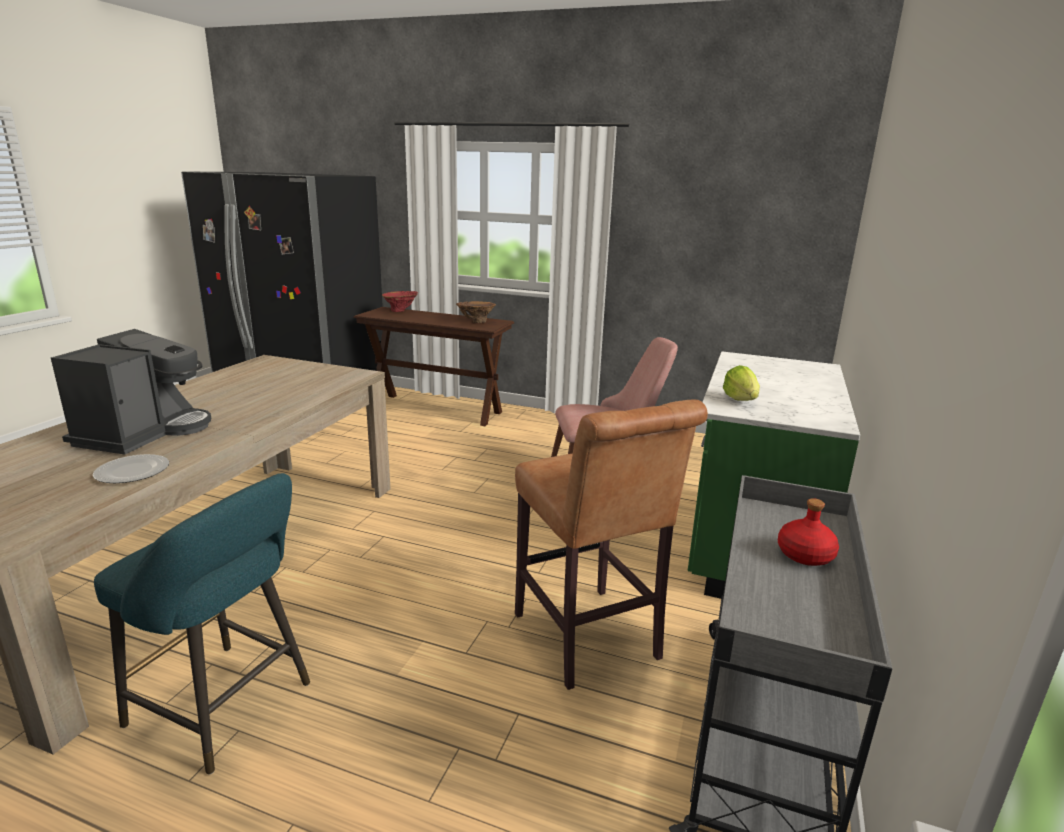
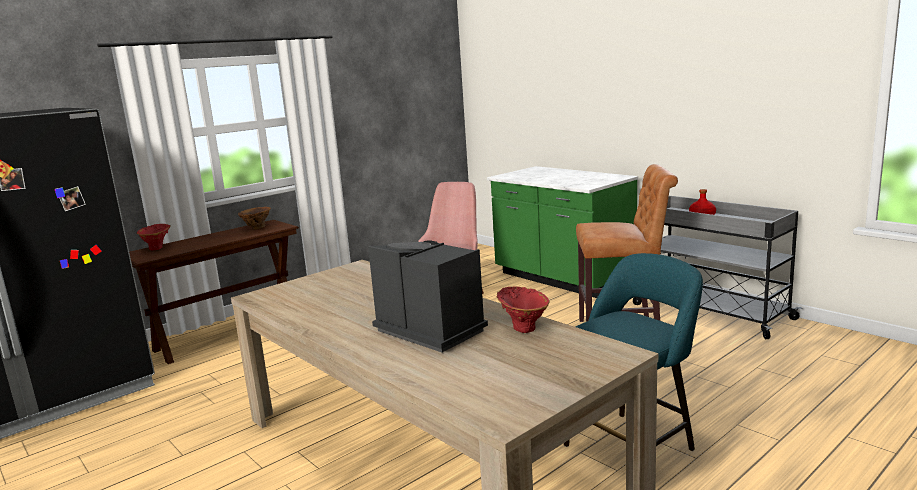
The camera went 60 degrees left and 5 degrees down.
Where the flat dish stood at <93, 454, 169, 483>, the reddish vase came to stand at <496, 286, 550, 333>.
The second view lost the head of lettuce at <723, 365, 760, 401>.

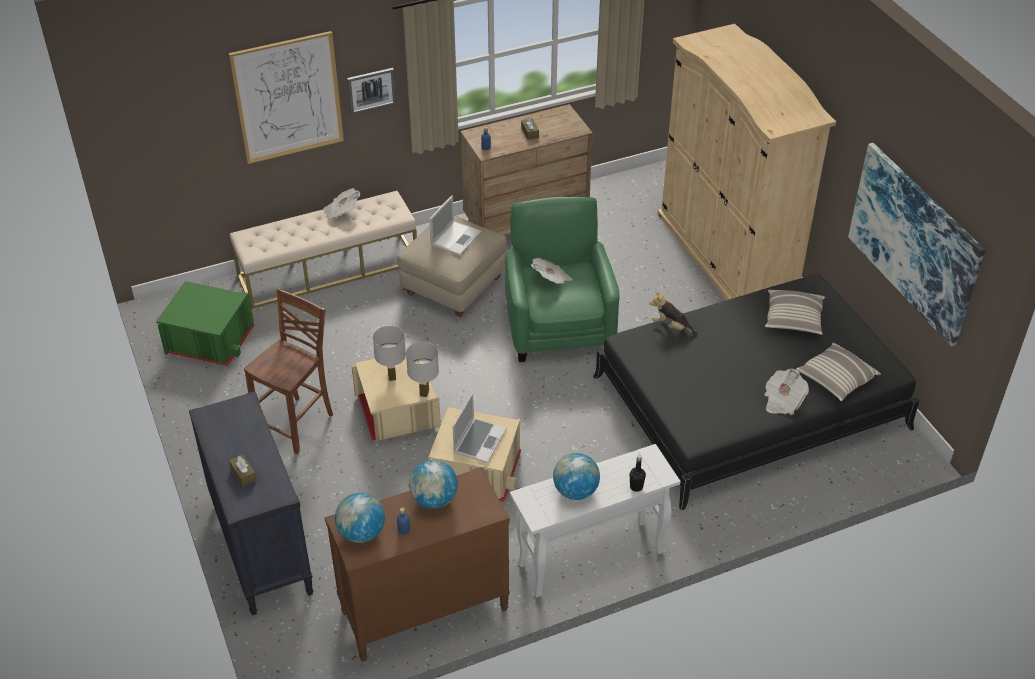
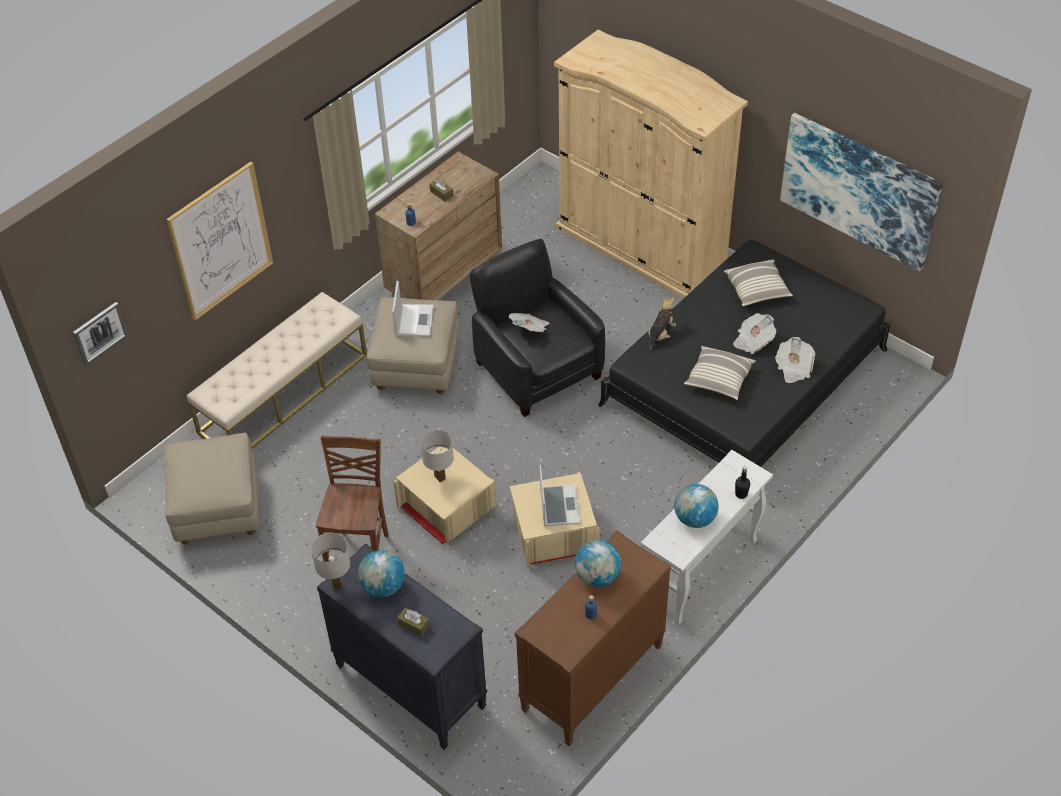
The camera went 25 degrees left and 5 degrees up.
The picture ended up elsewhere, having gone from <347, 68, 396, 115> to <73, 302, 128, 366>.
Where the green storage container stood at <156, 281, 254, 366>, the sand-coloured ottoman came to stand at <164, 433, 259, 544>.
The white-coloured table lamp ended up elsewhere, having gone from <406, 342, 439, 397> to <311, 533, 350, 590>.
The globe ended up elsewhere, having gone from <335, 493, 385, 543> to <358, 550, 405, 597>.
What was the green easy chair at <505, 197, 620, 362> turned into the black easy chair at <470, 239, 605, 417>.
The plush toy at <649, 291, 698, 335> ended up facing another way, 120 degrees clockwise from before.
The pillow ended up elsewhere, having gone from <796, 343, 881, 401> to <684, 346, 756, 400>.
The newspaper ended up elsewhere, having gone from <323, 188, 360, 220> to <733, 313, 776, 354>.

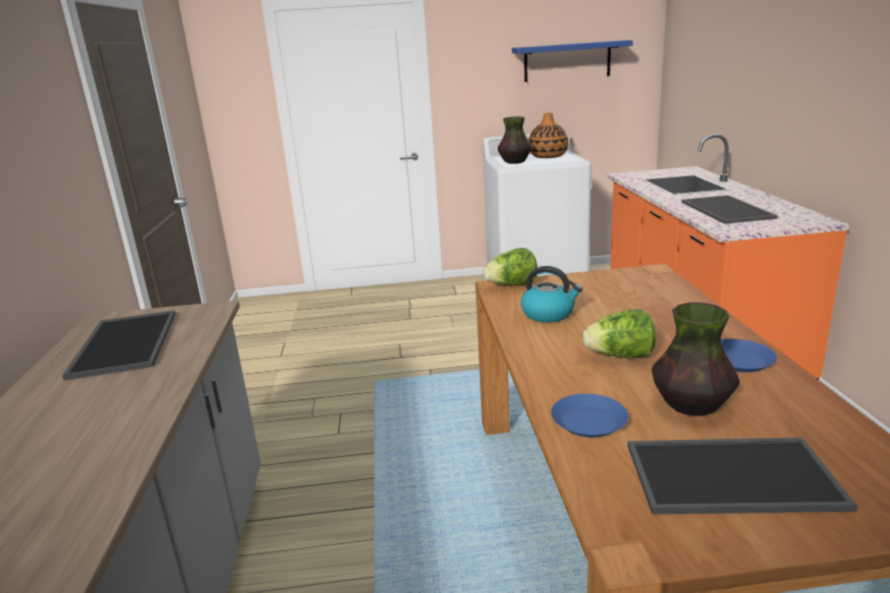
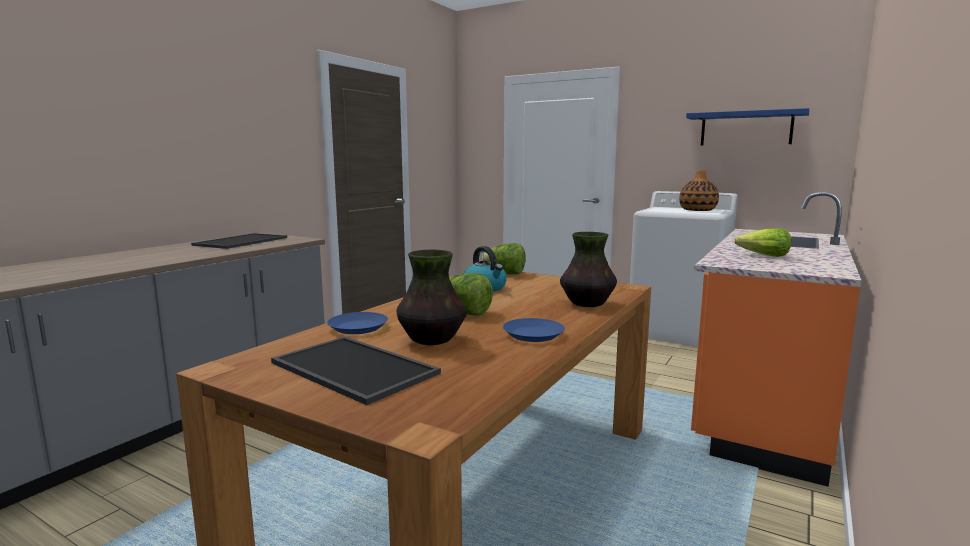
The camera went 35 degrees right and 10 degrees down.
The vase ended up elsewhere, having gone from <498, 117, 532, 164> to <560, 232, 617, 307>.
Where the carrying tray stood at <681, 195, 778, 224>, the head of lettuce came to stand at <734, 228, 791, 257>.

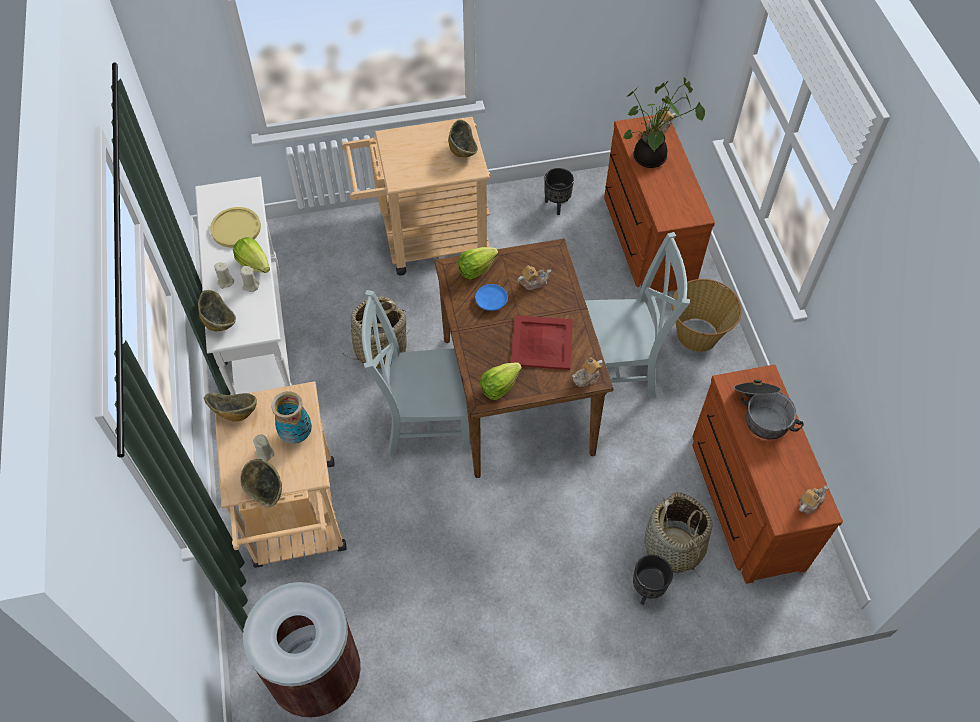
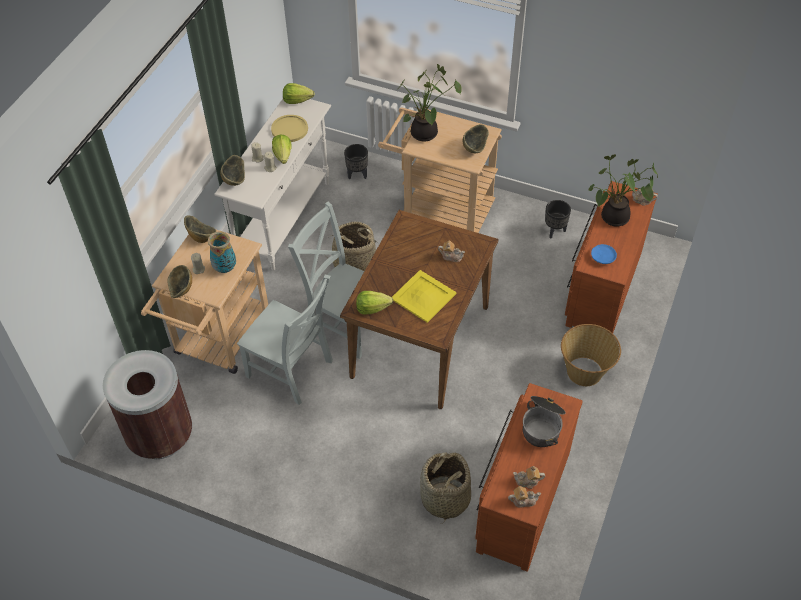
The camera went 35 degrees right and 5 degrees down.
The greyish plain chair ended up elsewhere, having gone from <578, 232, 690, 401> to <237, 275, 333, 405>.
The head of lettuce ended up elsewhere, having gone from <458, 247, 498, 280> to <283, 83, 315, 104>.
The black plant pot ended up elsewhere, having gone from <633, 555, 673, 605> to <344, 144, 368, 179>.
What was the reddish carrying tray at <510, 315, 573, 370> turned into the yellow carrying tray at <392, 270, 457, 323>.
The second view gained the plant in a pot at <398, 64, 462, 142>.
The tea pot ended up elsewhere, having gone from <572, 357, 603, 387> to <513, 466, 545, 489>.
The blue flat dish ended up elsewhere, having gone from <475, 284, 508, 311> to <591, 244, 617, 264>.

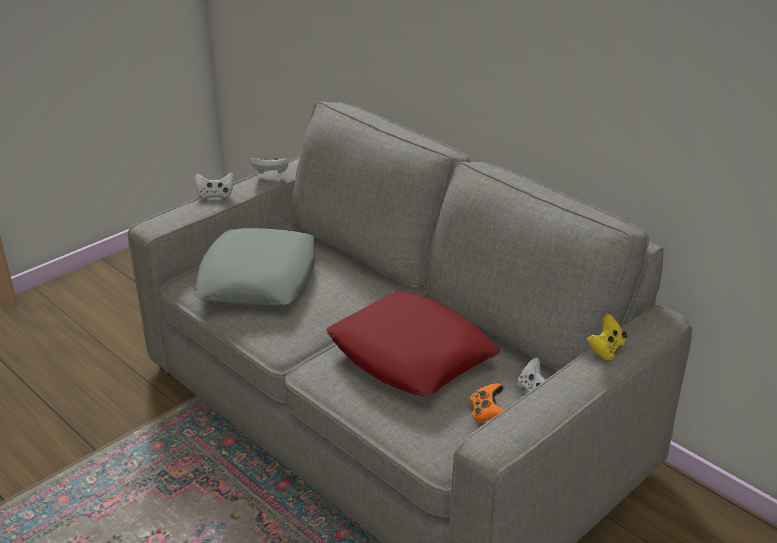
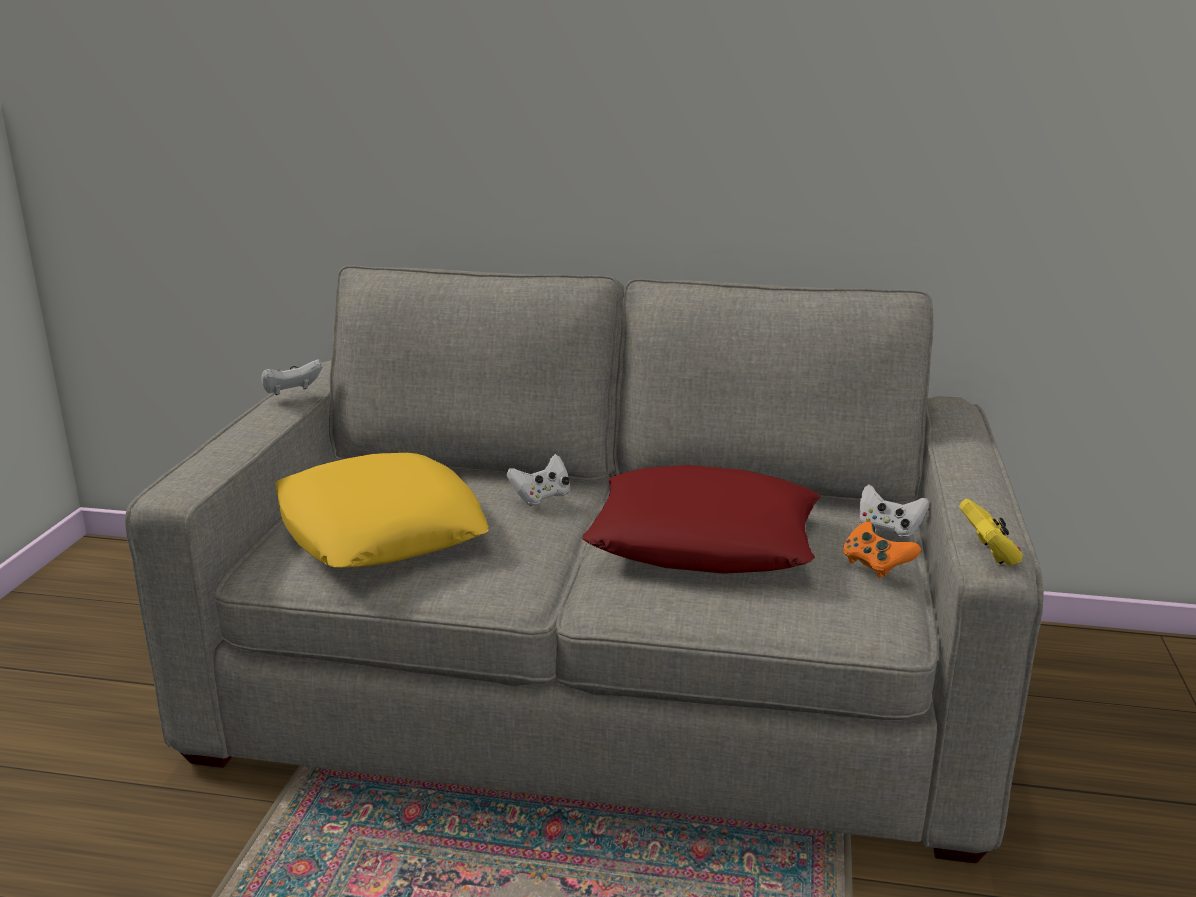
The camera went 35 degrees left and 10 degrees down.
What was the greyish pillow at <194, 228, 315, 305> turned into the yellow pillow at <275, 453, 489, 568>.
The white-coloured joypad ended up elsewhere, having gone from <195, 172, 234, 199> to <507, 454, 570, 506>.
The yellow joypad ended up elsewhere, having gone from <587, 314, 627, 360> to <959, 499, 1023, 566>.

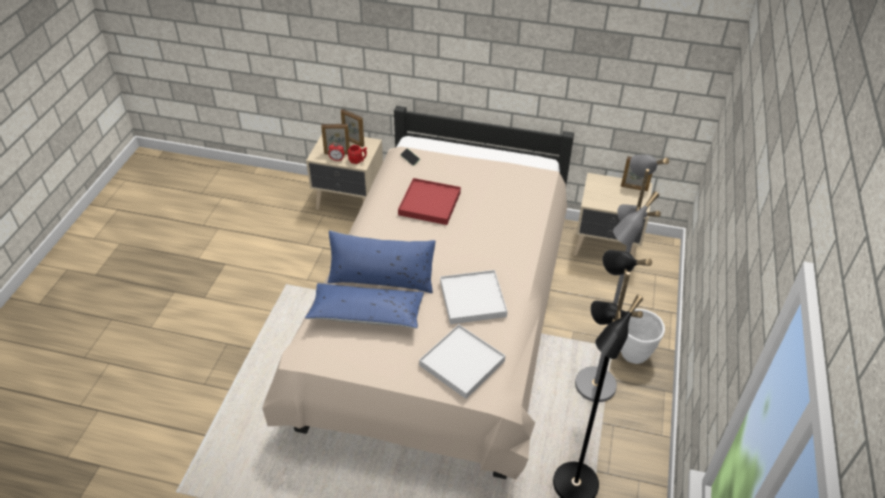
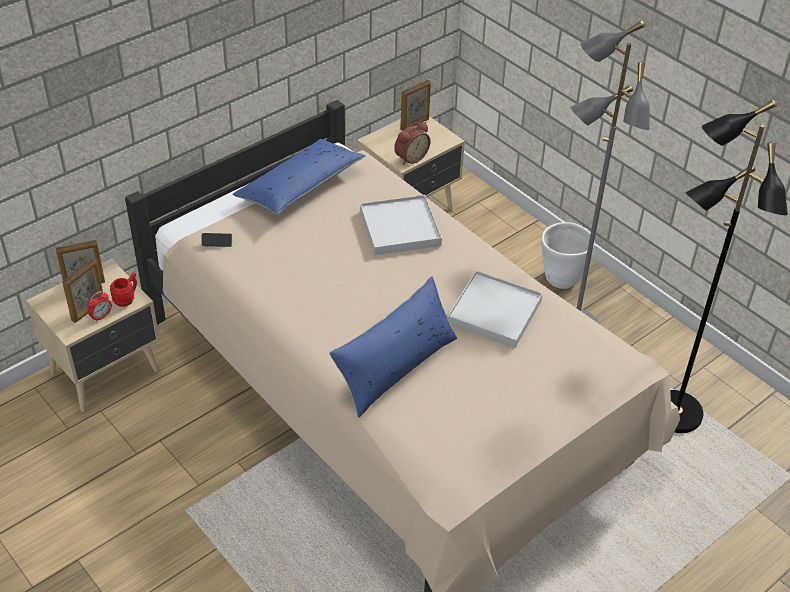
The camera went 55 degrees left and 0 degrees up.
The blue pillow ended up elsewhere, having gone from <305, 283, 424, 328> to <232, 139, 366, 214>.
The white-coloured carrying tray ended up elsewhere, having gone from <419, 324, 506, 399> to <360, 195, 442, 255>.
The second view gained the alarm clock at <394, 122, 430, 165>.
The second view lost the reddish carrying tray at <398, 178, 461, 225>.

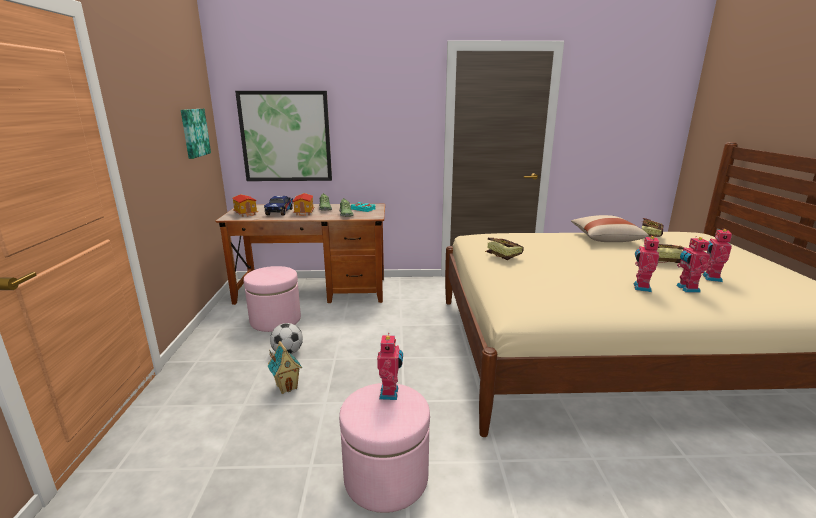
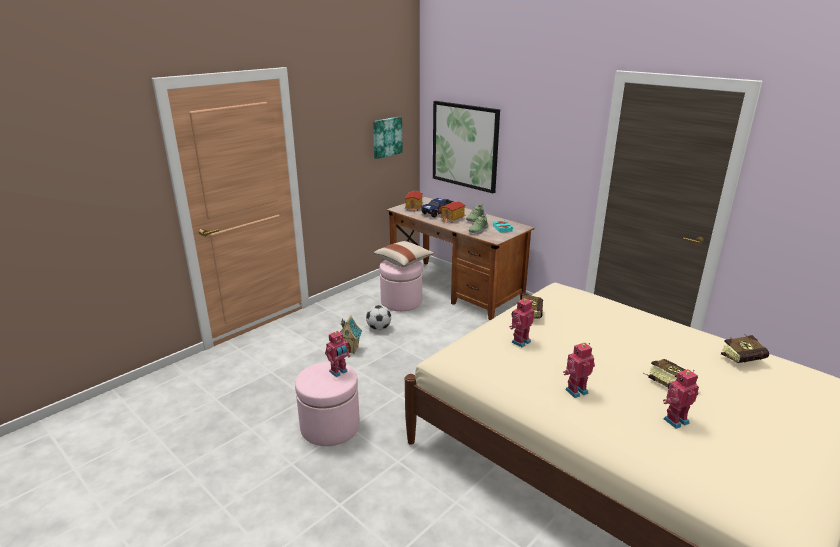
The camera went 45 degrees right and 5 degrees up.
The sand-coloured pillow ended up elsewhere, having gone from <571, 215, 649, 242> to <374, 241, 435, 267>.
The toy robot ended up elsewhere, having gone from <677, 236, 710, 293> to <510, 298, 534, 347>.

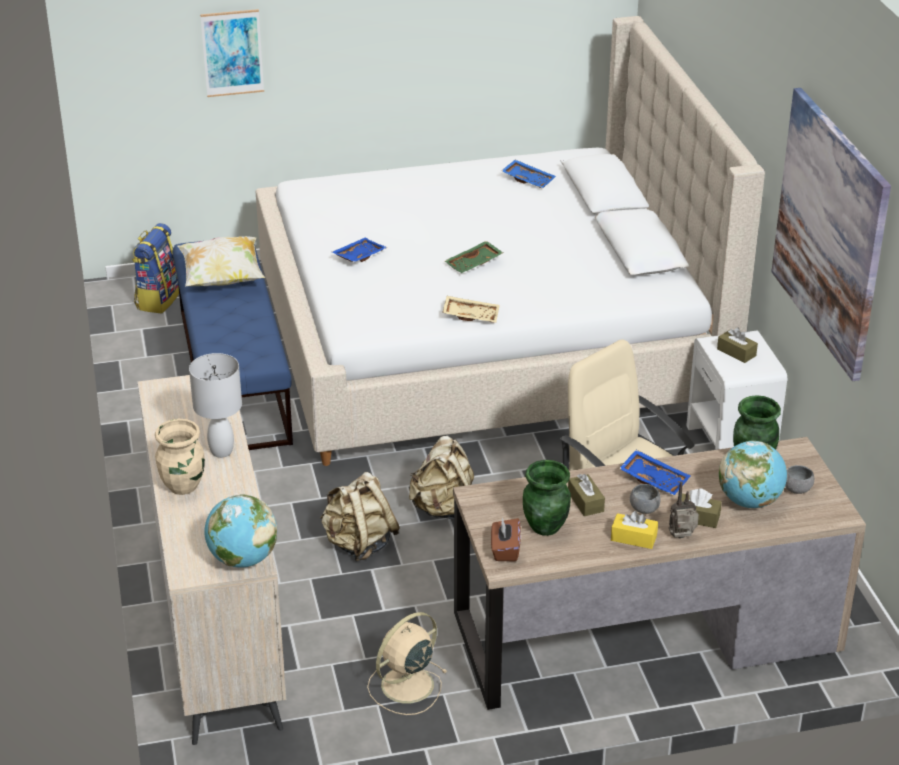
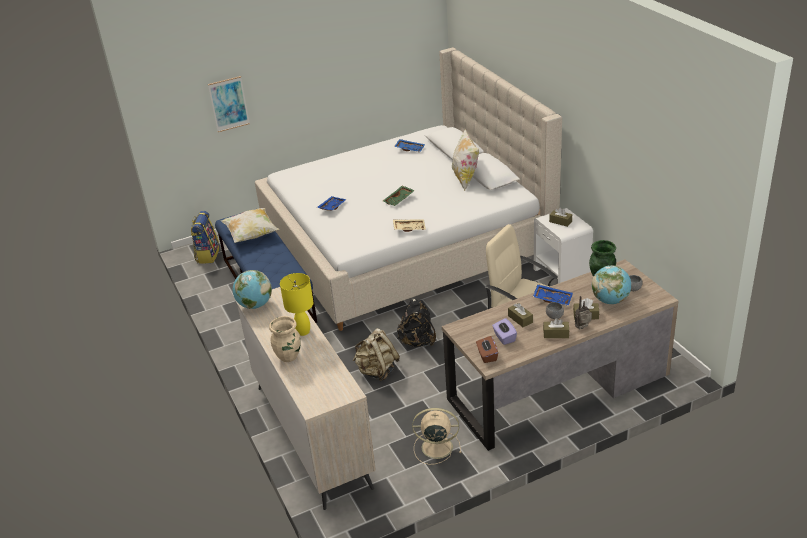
The camera went 10 degrees left and 0 degrees up.
The globe ended up elsewhere, having gone from <204, 494, 277, 568> to <233, 270, 272, 309>.
What was the white-coloured table lamp at <189, 353, 242, 458> turned into the yellow table lamp at <280, 273, 314, 336>.
What was the sand-coloured backpack at <409, 436, 474, 520> turned into the black backpack at <397, 299, 436, 347>.
The sand-coloured cooling fan at <367, 612, 447, 715> ended up facing another way, 60 degrees clockwise from before.
The second view gained the pillow at <452, 129, 479, 191>.
Where the green vase stood at <523, 460, 571, 536>, the purple-coloured tissue box came to stand at <492, 318, 517, 345>.
What was the yellow tissue box at <611, 511, 658, 549> turned into the brown tissue box at <543, 318, 569, 338>.
The second view lost the picture at <771, 88, 891, 381>.

